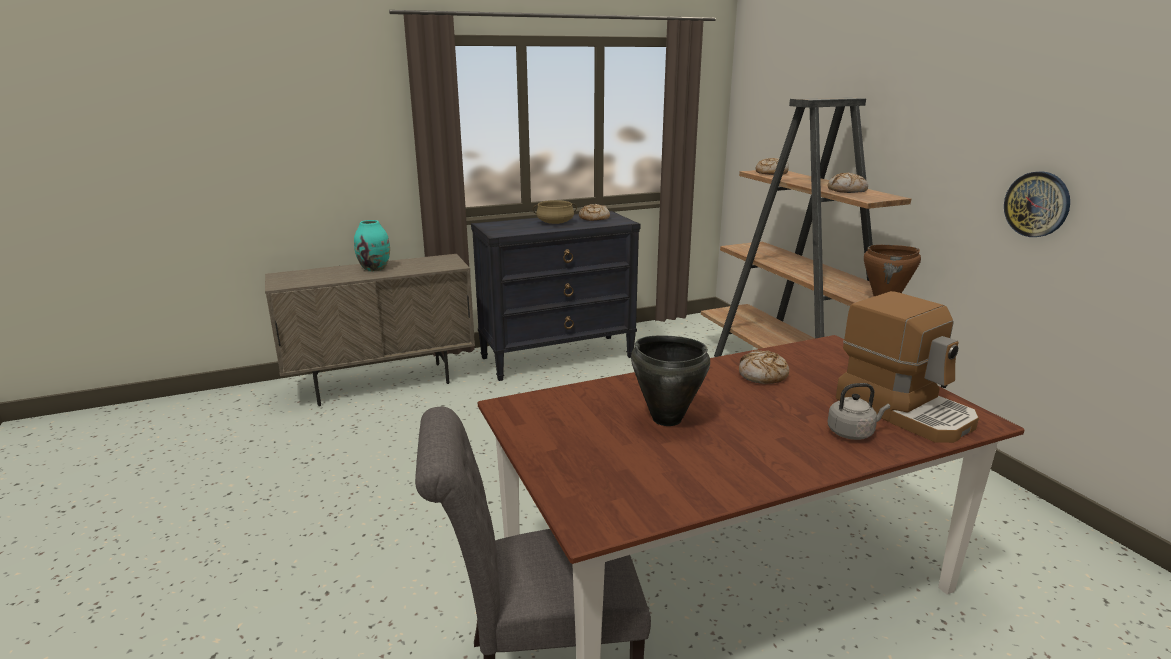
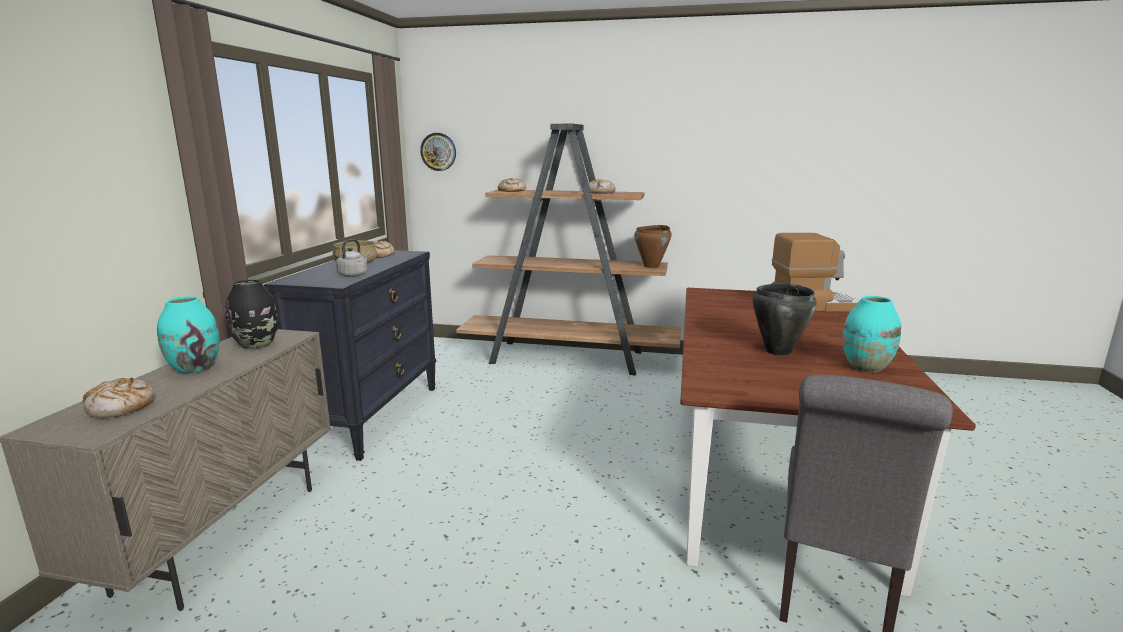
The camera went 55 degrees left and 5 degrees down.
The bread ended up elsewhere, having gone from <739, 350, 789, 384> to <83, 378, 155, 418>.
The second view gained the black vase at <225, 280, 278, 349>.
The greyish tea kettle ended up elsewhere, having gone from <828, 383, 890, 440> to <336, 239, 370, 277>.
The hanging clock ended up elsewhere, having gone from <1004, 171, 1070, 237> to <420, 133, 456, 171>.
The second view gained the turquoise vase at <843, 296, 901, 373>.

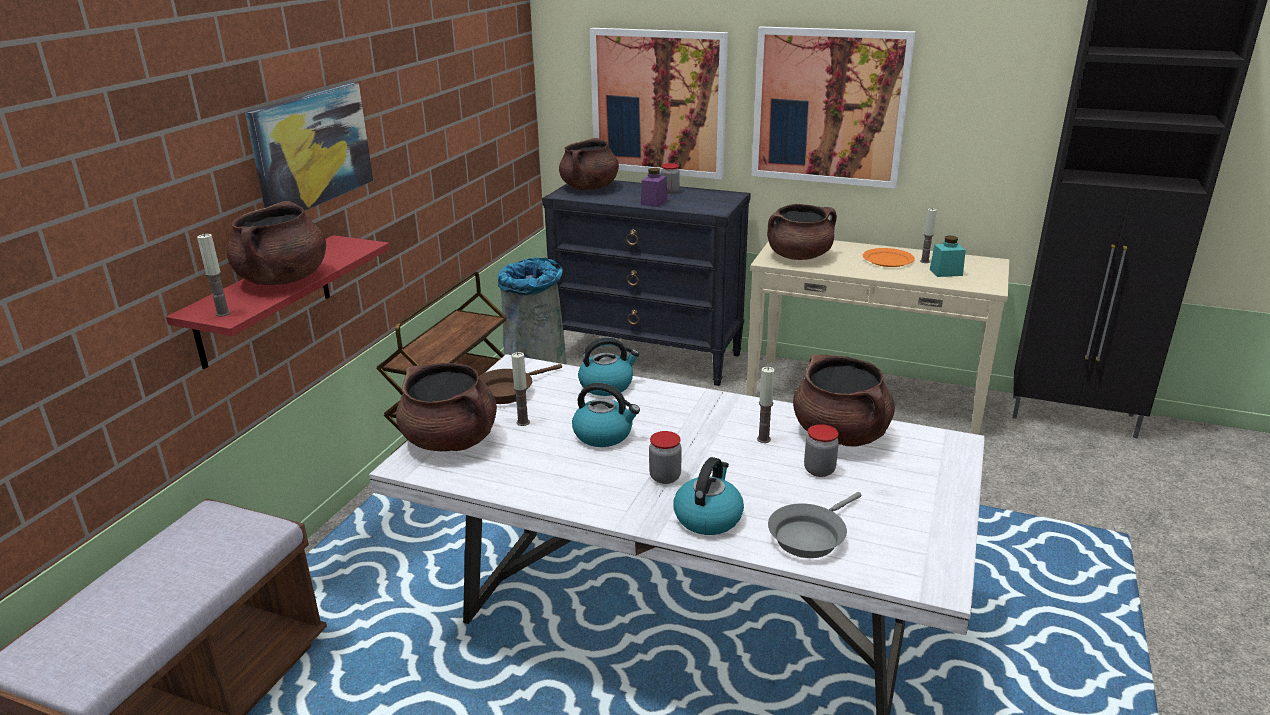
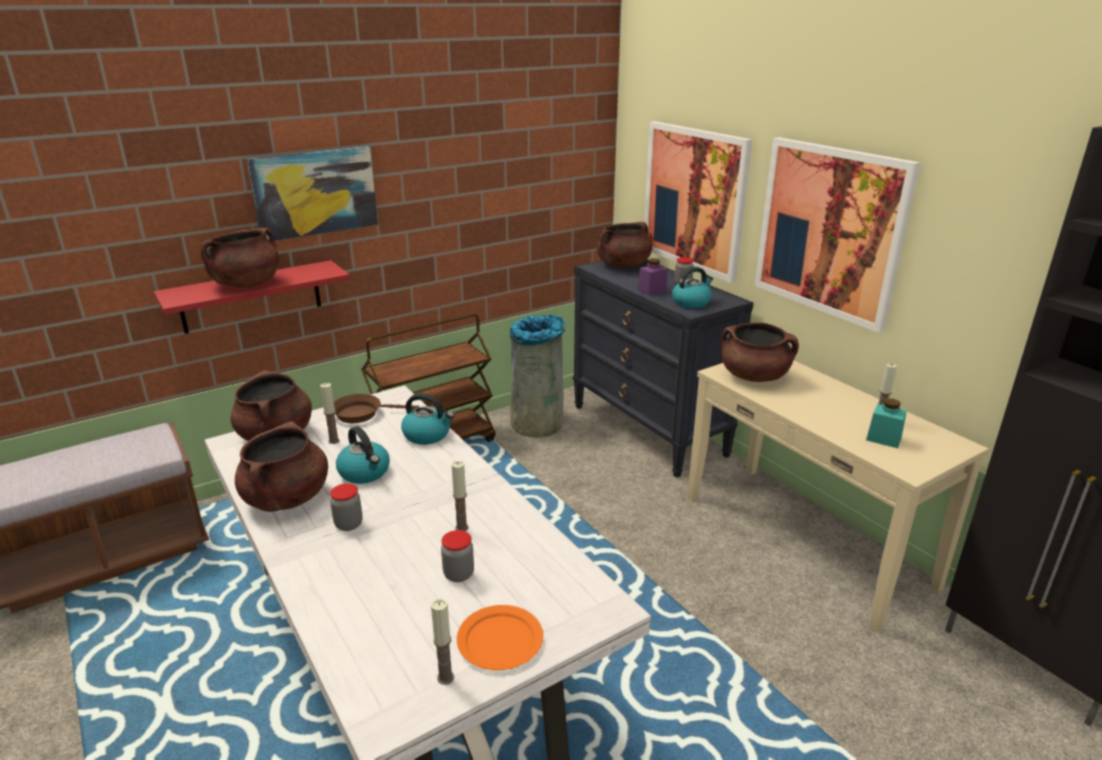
The camera went 35 degrees right and 0 degrees up.
The brown cooking pot ended up elsewhere, having gone from <793, 354, 895, 447> to <235, 421, 328, 512>.
The candle ended up elsewhere, having gone from <197, 234, 231, 317> to <431, 599, 454, 685>.
The orangey flat dish ended up elsewhere, having gone from <863, 248, 915, 267> to <457, 605, 543, 670>.
The tea kettle ended up elsewhere, having gone from <673, 457, 744, 535> to <672, 267, 713, 308>.
The second view lost the greyish pan at <768, 492, 862, 558>.

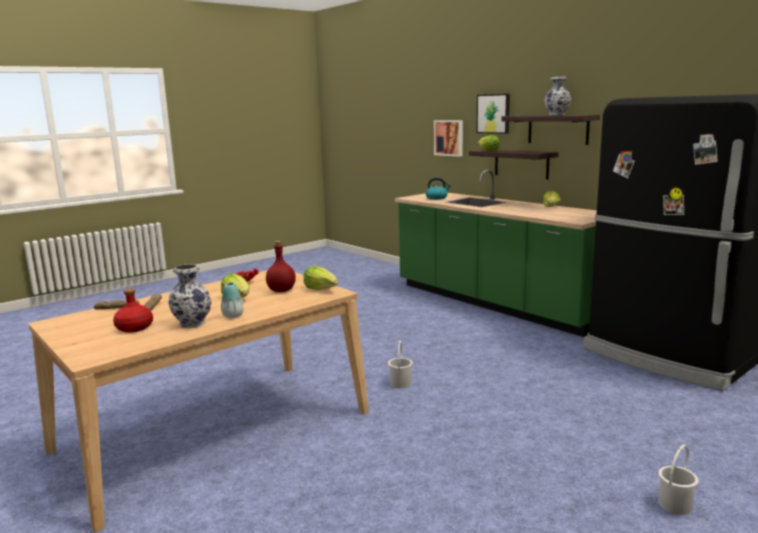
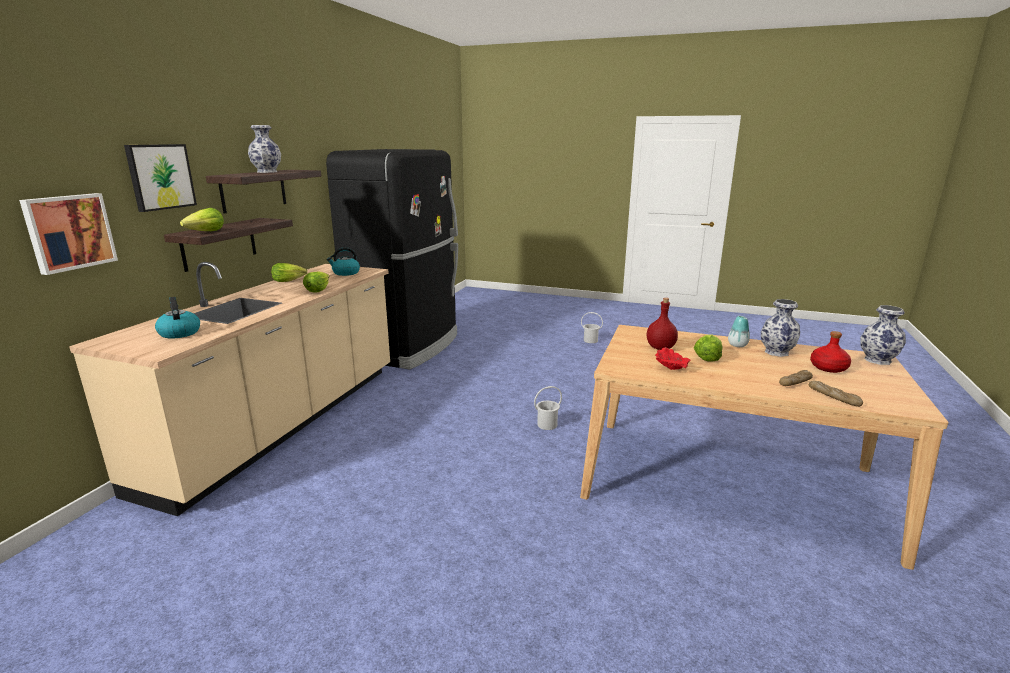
The camera went 120 degrees left and 5 degrees up.
What was the green counter at <395, 169, 597, 337> turned into the sand-coloured counter at <69, 262, 390, 516>.
The head of lettuce ended up elsewhere, having gone from <304, 266, 338, 290> to <303, 271, 330, 293>.
The second view gained the tea kettle at <327, 247, 360, 276>.
The second view gained the vase at <860, 305, 906, 365>.

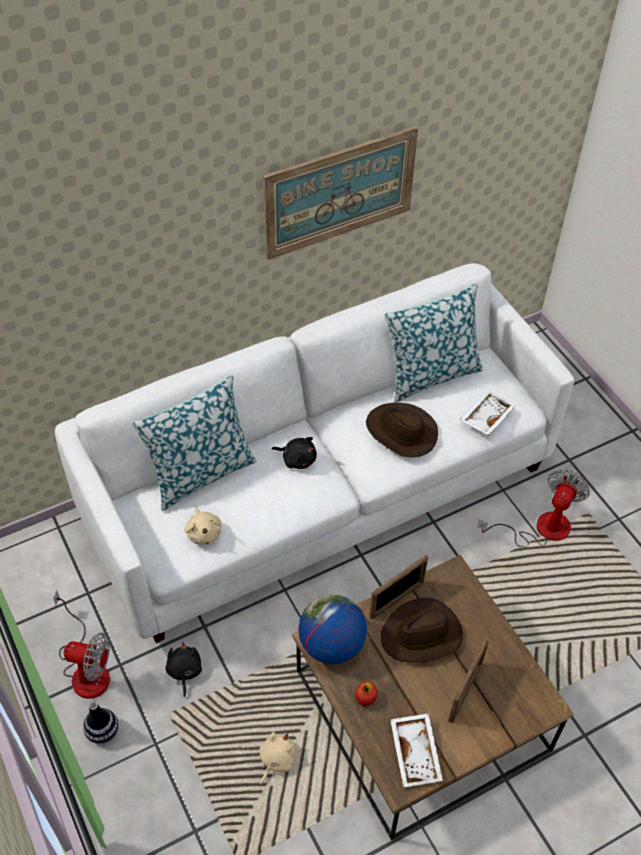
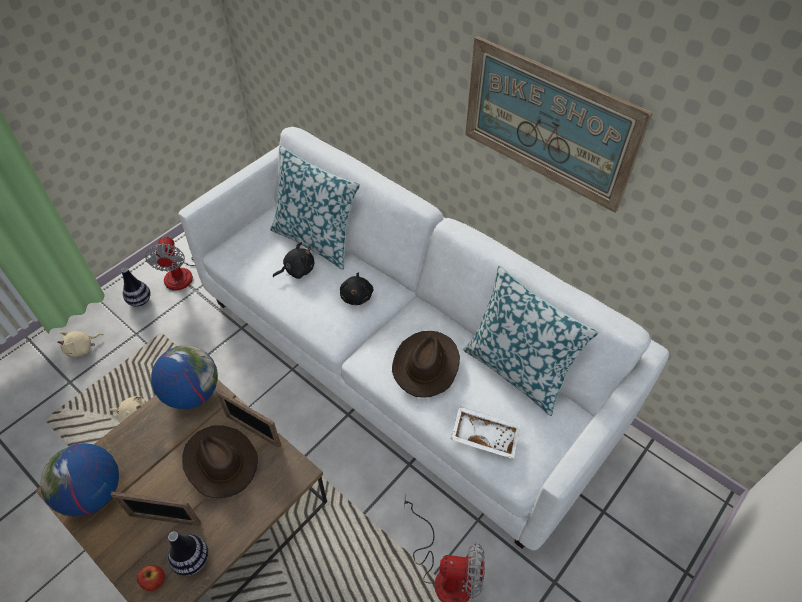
The camera went 70 degrees right and 0 degrees up.
Where the white-coloured carrying tray stood at <390, 713, 443, 788>, the globe came to stand at <40, 443, 119, 517>.
The sand-coloured plush toy ended up elsewhere, having gone from <184, 506, 221, 544> to <57, 331, 103, 357>.
The apple ended up elsewhere, having gone from <355, 681, 377, 706> to <137, 565, 165, 591>.
The second view gained the vase at <167, 531, 209, 576>.
The black plush toy ended up elsewhere, having gone from <165, 642, 202, 697> to <273, 242, 314, 279>.

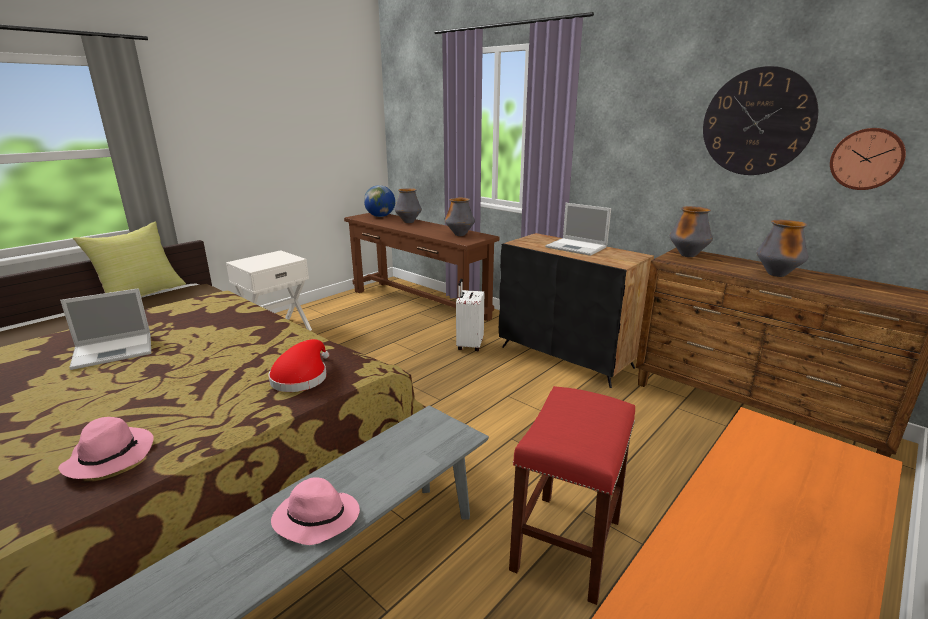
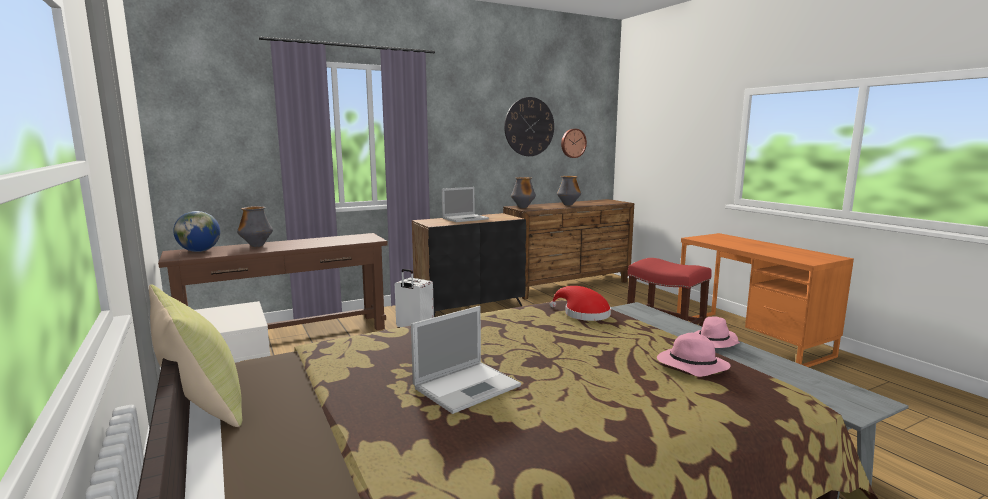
The camera went 70 degrees left and 10 degrees down.
The portable computer at <60, 288, 151, 370> ended up facing another way, 60 degrees clockwise from before.
The second view lost the vase at <445, 198, 475, 236>.

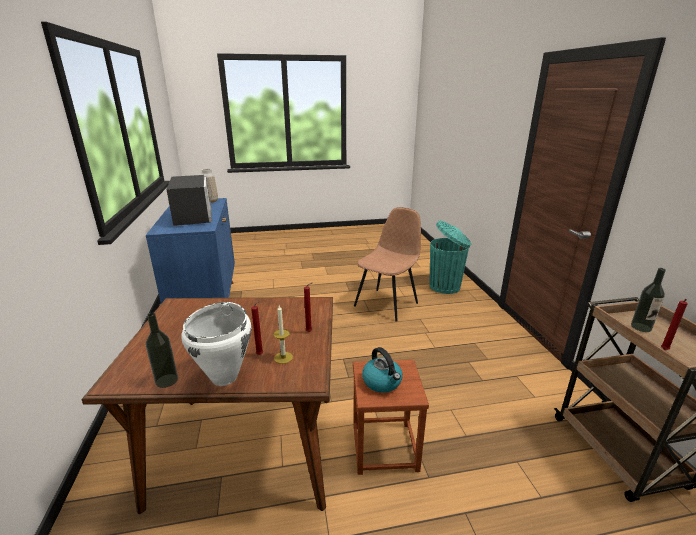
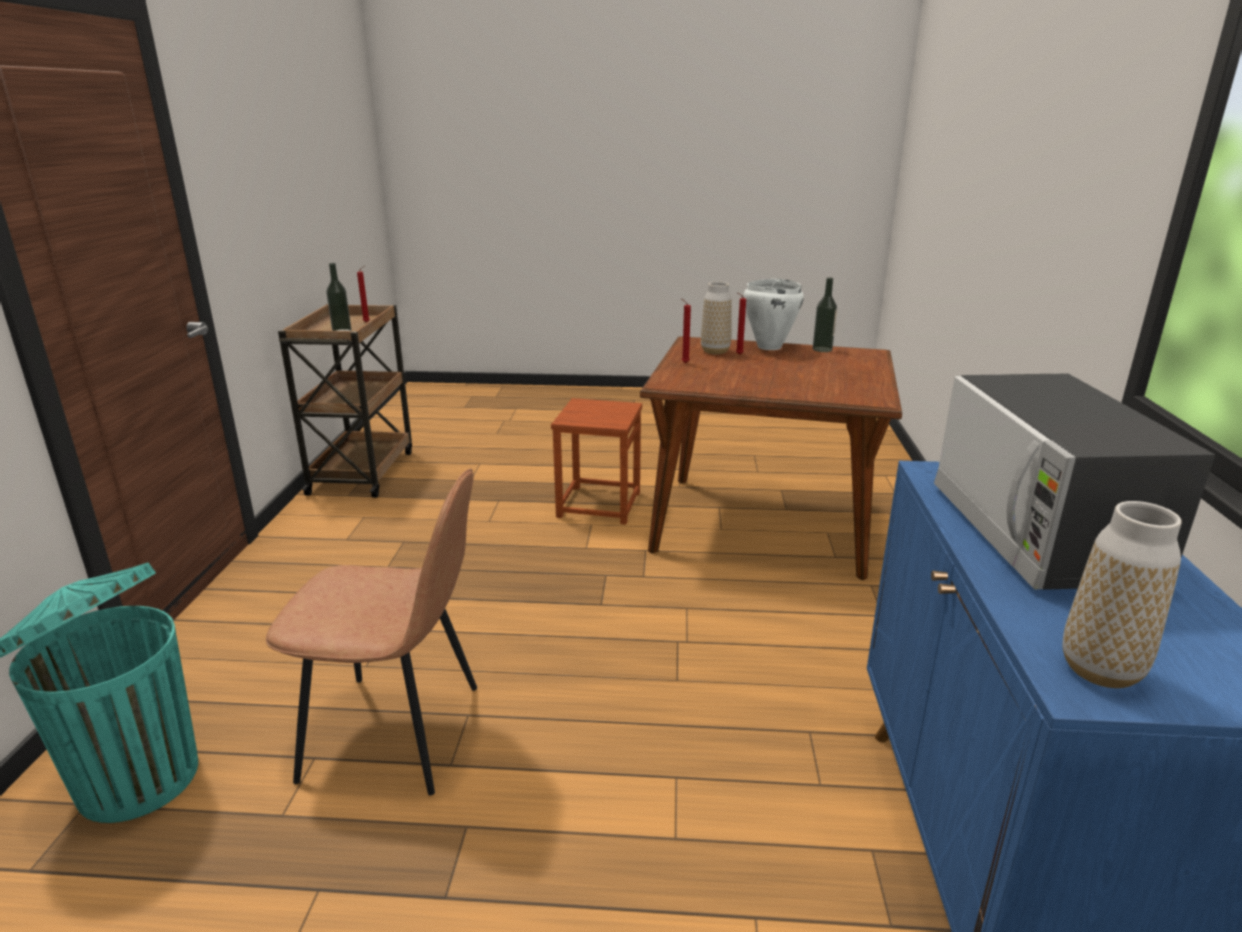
The camera went 165 degrees left and 0 degrees up.
The brown plain chair at <354, 207, 421, 322> ended up facing another way, 135 degrees counterclockwise from before.
Where the candle stood at <273, 305, 293, 364>, the vase came to stand at <701, 282, 732, 354>.
The second view lost the tea kettle at <362, 347, 402, 393>.

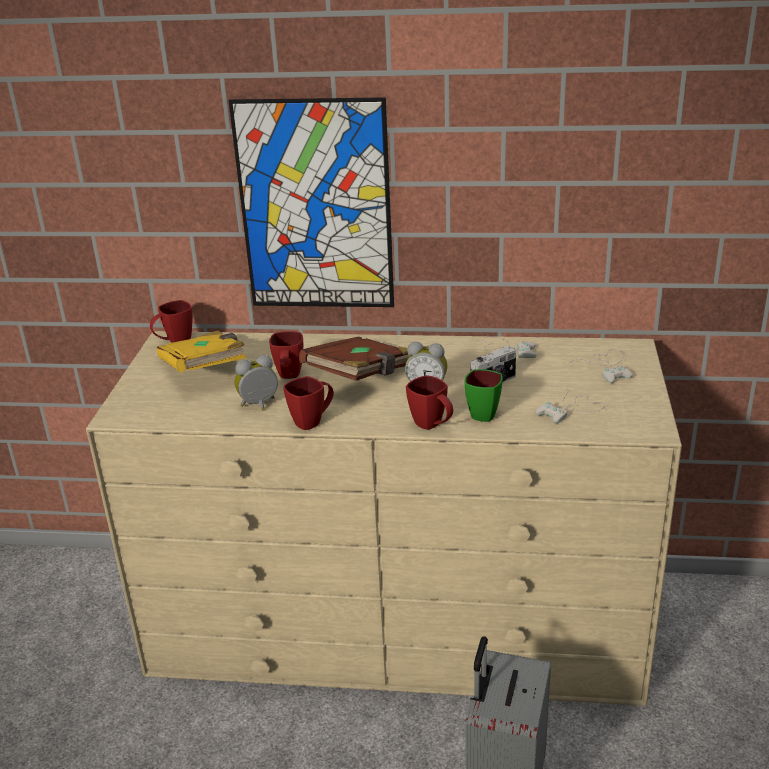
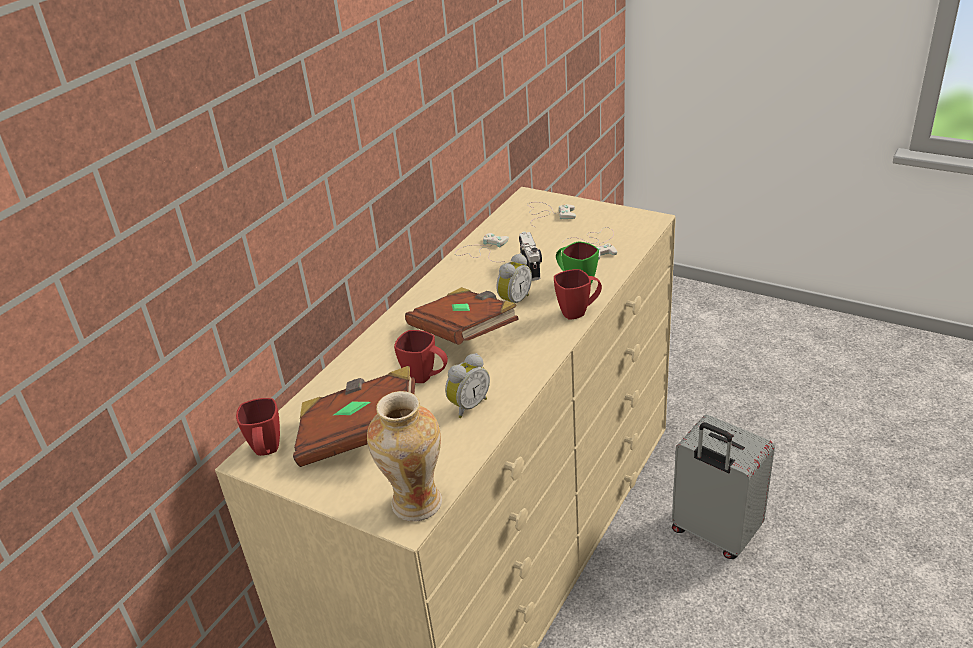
The camera went 65 degrees left and 5 degrees up.
What was the yellow book at <157, 331, 246, 373> turned into the brown book at <293, 366, 415, 467>.
The second view gained the vase at <367, 391, 442, 522>.
The alarm clock at <234, 355, 278, 410> ended up facing another way, 135 degrees counterclockwise from before.
The second view lost the picture at <229, 97, 394, 307>.
The second view lost the reddish tea mug at <283, 376, 334, 430>.

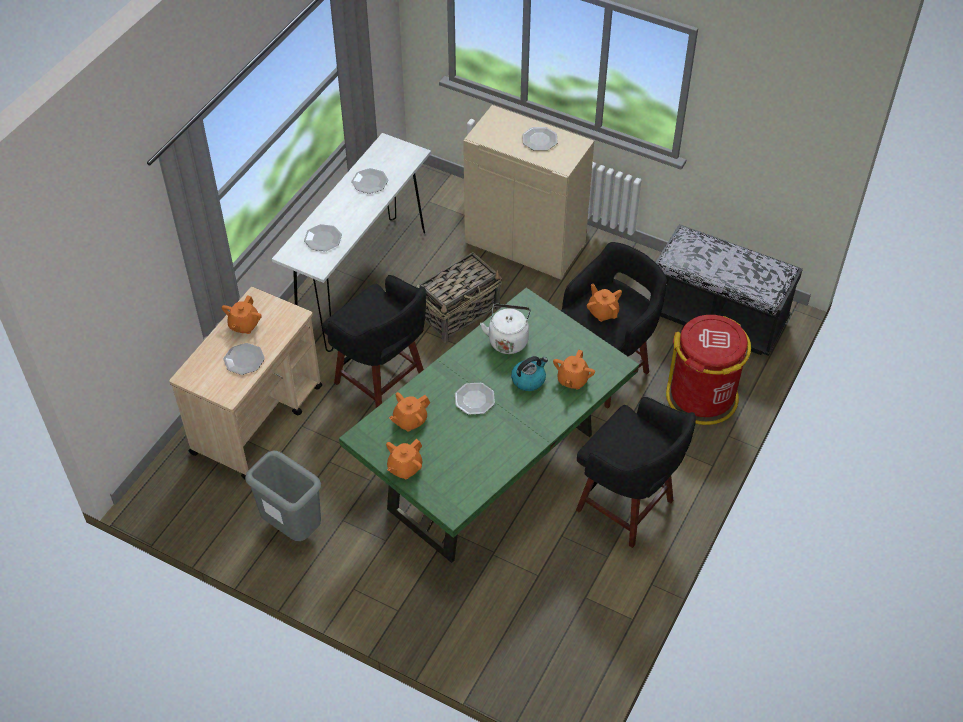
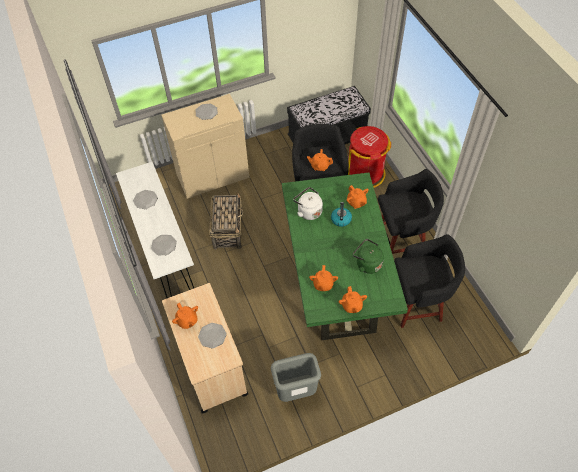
The camera went 50 degrees left and 5 degrees up.
The second view gained the green tea kettle at <353, 239, 384, 274>.
The black sitting stool ended up elsewhere, having gone from <322, 275, 426, 408> to <394, 234, 465, 328>.
The second view lost the flat dish at <455, 383, 495, 415>.

